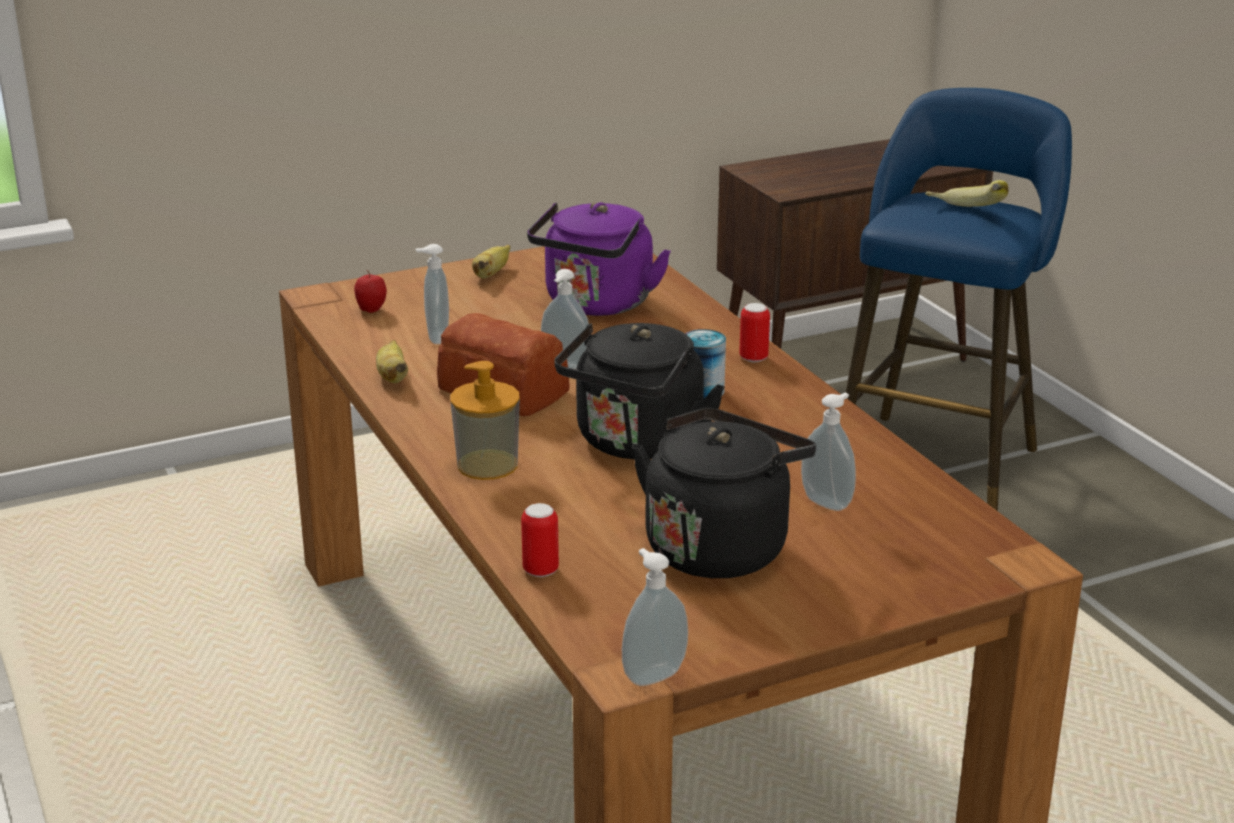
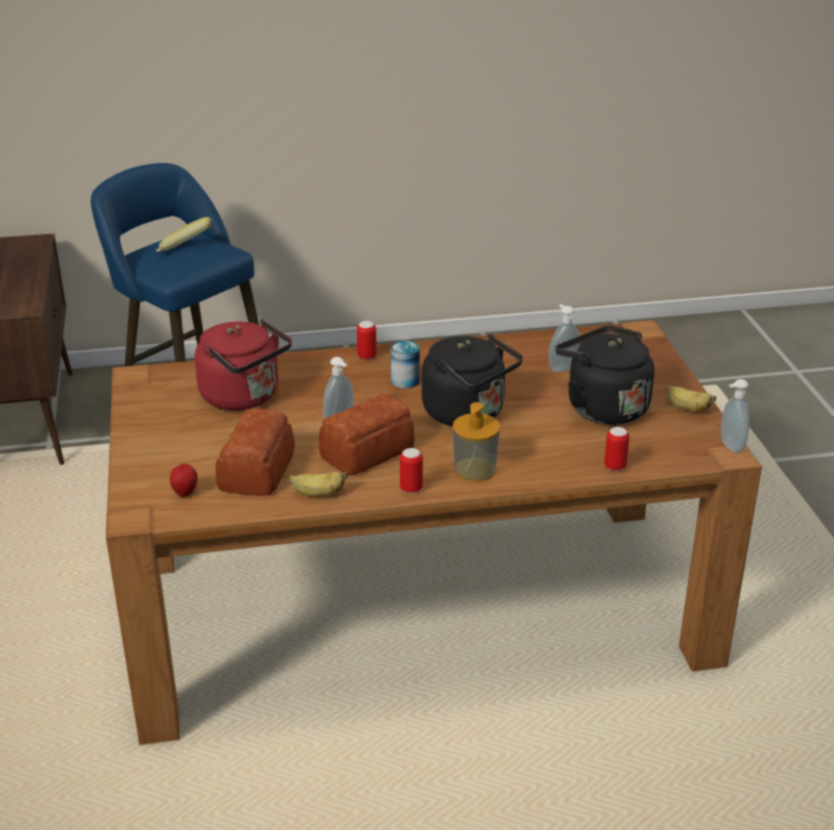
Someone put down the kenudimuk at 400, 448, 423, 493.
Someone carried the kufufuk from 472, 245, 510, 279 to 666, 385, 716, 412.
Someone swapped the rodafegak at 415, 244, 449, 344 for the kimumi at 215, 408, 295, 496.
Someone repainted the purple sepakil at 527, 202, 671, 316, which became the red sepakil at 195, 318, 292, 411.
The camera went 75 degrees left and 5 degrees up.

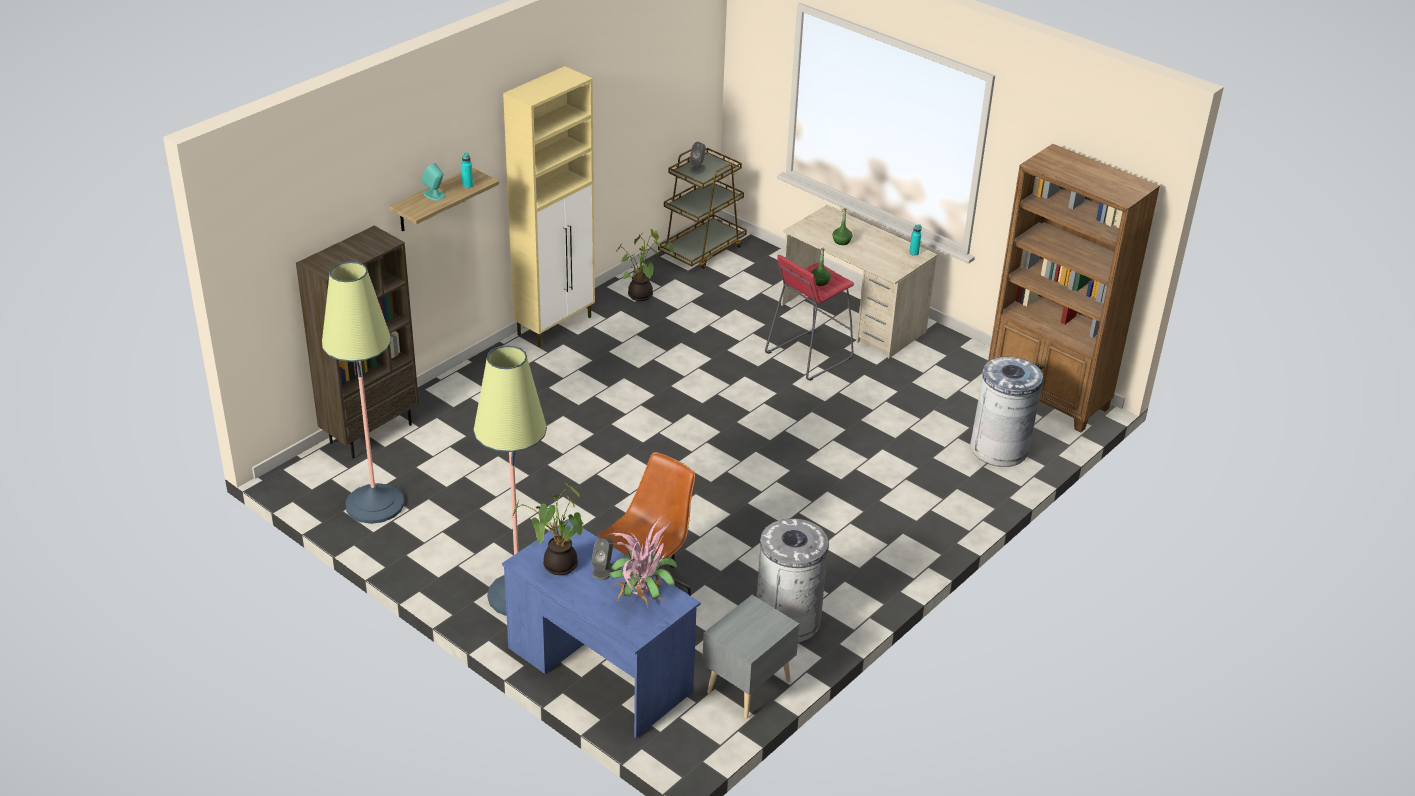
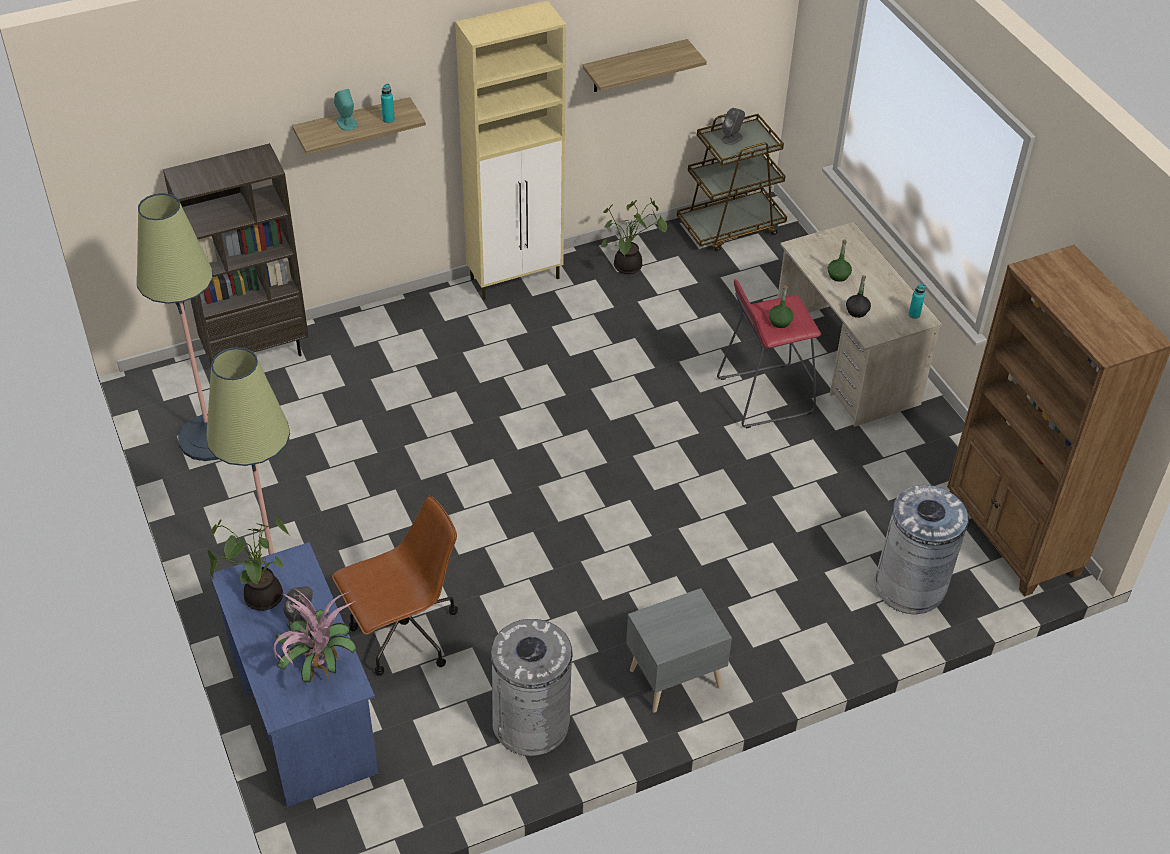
Someone put up the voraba at 582, 39, 707, 92.
Someone put down the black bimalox at 846, 275, 871, 318.
Someone carried the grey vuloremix from 702, 595, 799, 719 to 626, 588, 732, 713.
The camera went 25 degrees right and 10 degrees up.

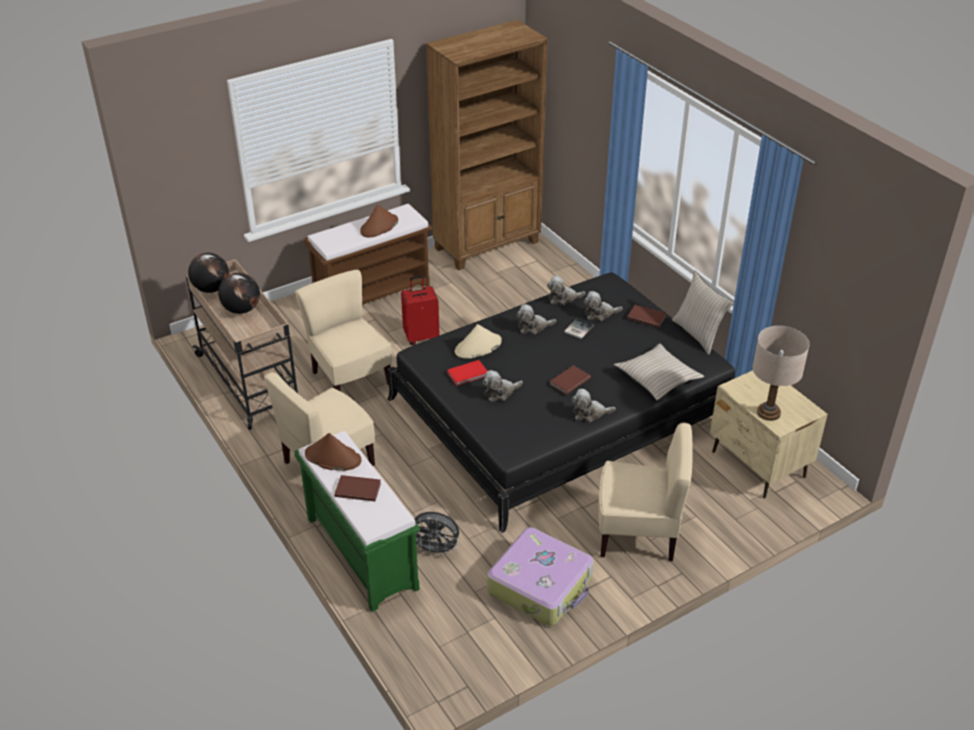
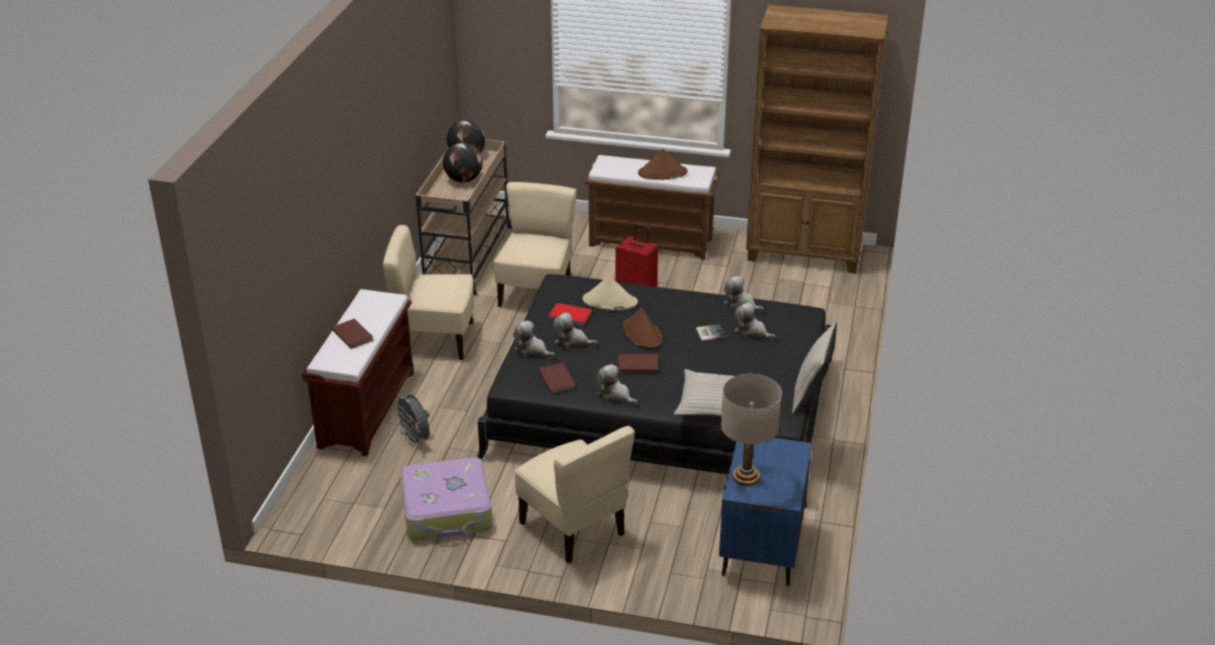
Someone carried the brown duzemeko from 305, 433, 362, 471 to 622, 307, 662, 349.
Someone carried the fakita from 516, 304, 556, 334 to 513, 320, 554, 358.
Someone carried the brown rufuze from 627, 305, 666, 328 to 539, 363, 576, 394.
Someone repainted the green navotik at 294, 431, 420, 612, which became the brown navotik at 302, 289, 414, 456.
Someone repainted the beige vuloremix at 710, 370, 828, 498, which became the blue vuloremix at 719, 438, 812, 586.
The camera went 45 degrees right and 5 degrees down.

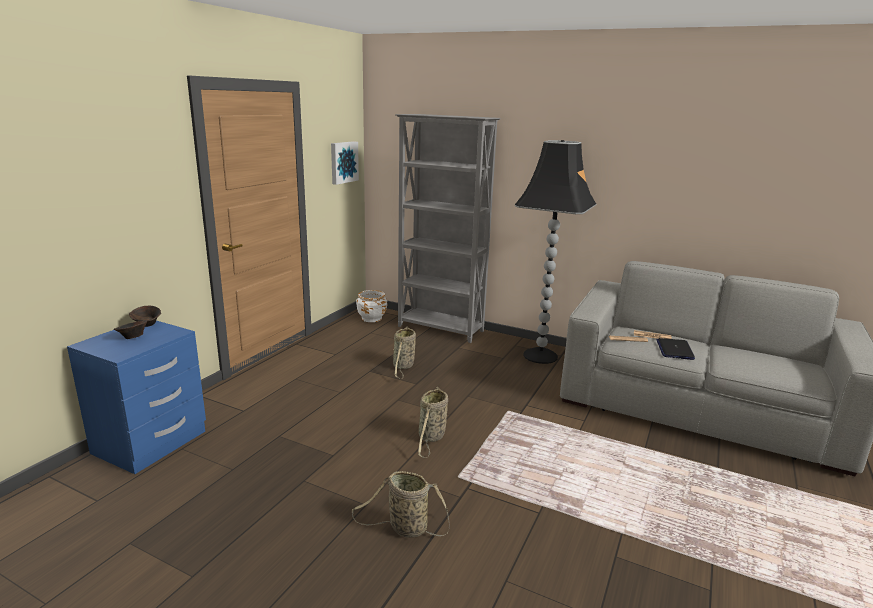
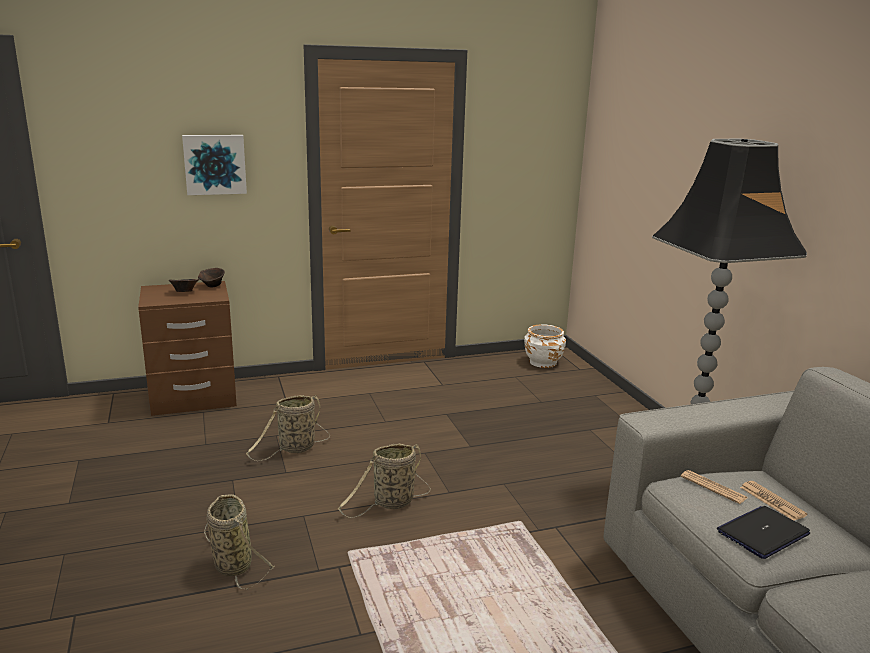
Someone took away the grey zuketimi at 395, 114, 501, 343.
Someone carried the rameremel from 331, 141, 359, 185 to 182, 135, 247, 195.
Someone carried the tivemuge from 393, 327, 416, 379 to 246, 395, 330, 461.
Someone repainted the blue vuloremix at 67, 320, 206, 474, which became the brown vuloremix at 138, 281, 237, 416.
The camera went 45 degrees right and 0 degrees up.

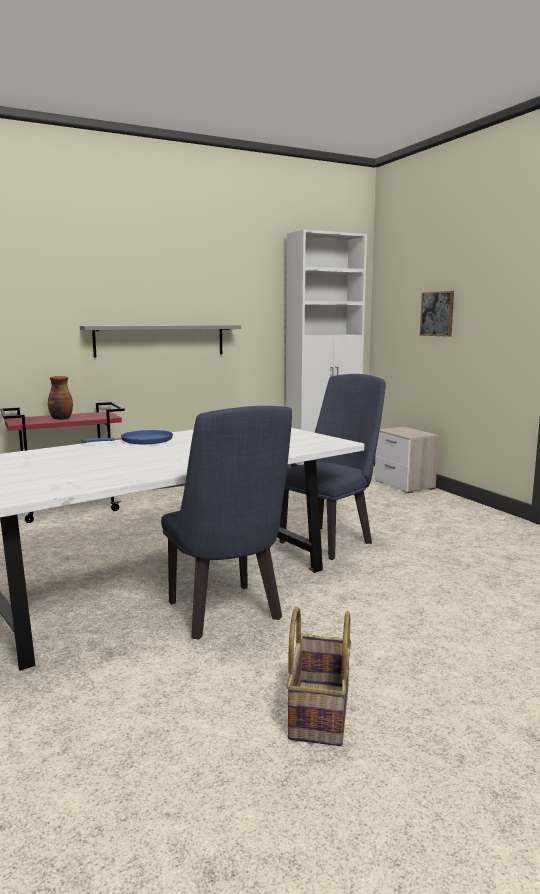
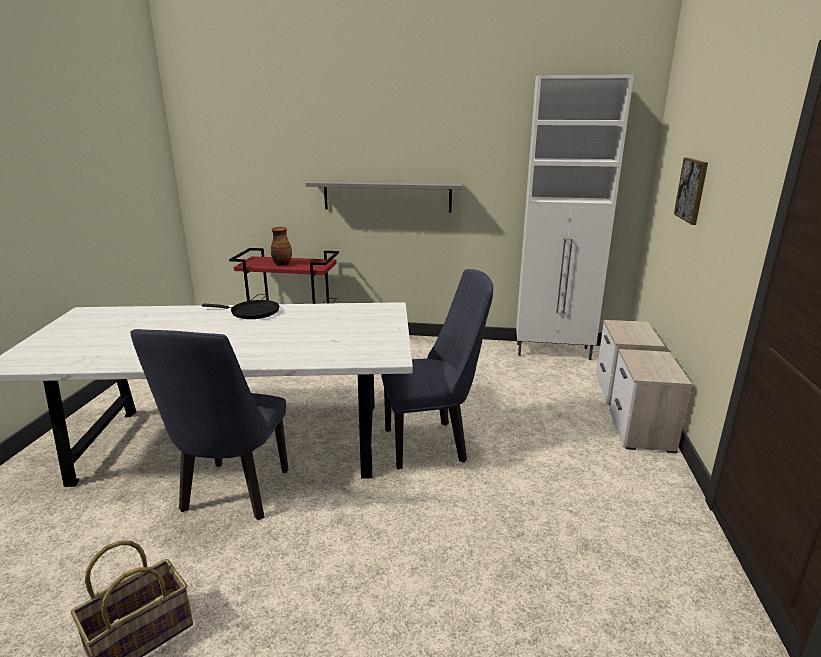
Someone put down the vuloremix at 610, 349, 692, 453.
Someone repainted the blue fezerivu at 81, 430, 173, 444, which became the black fezerivu at 202, 300, 279, 319.
The camera went 35 degrees right and 10 degrees up.

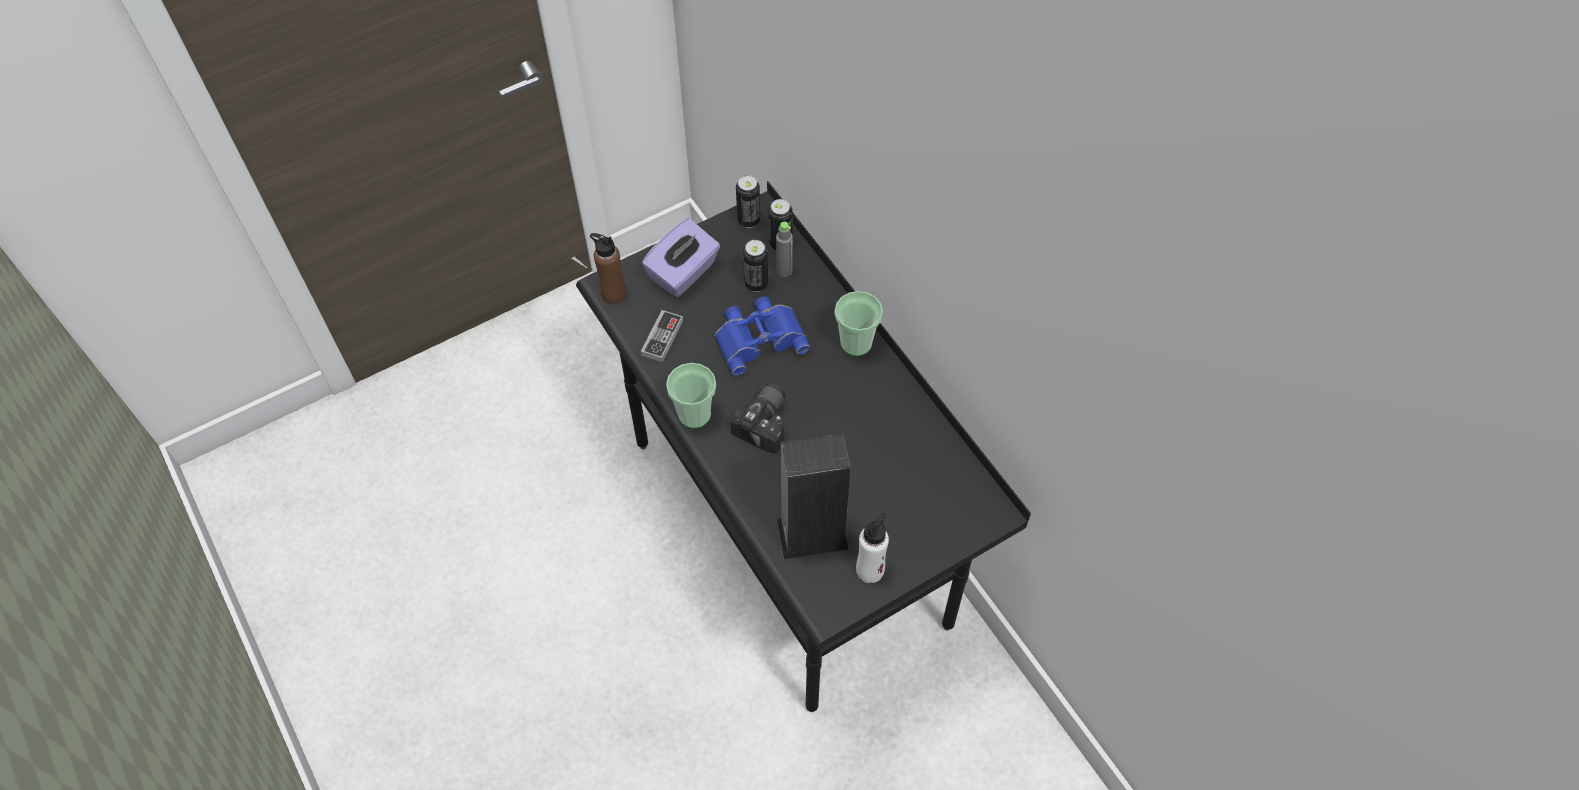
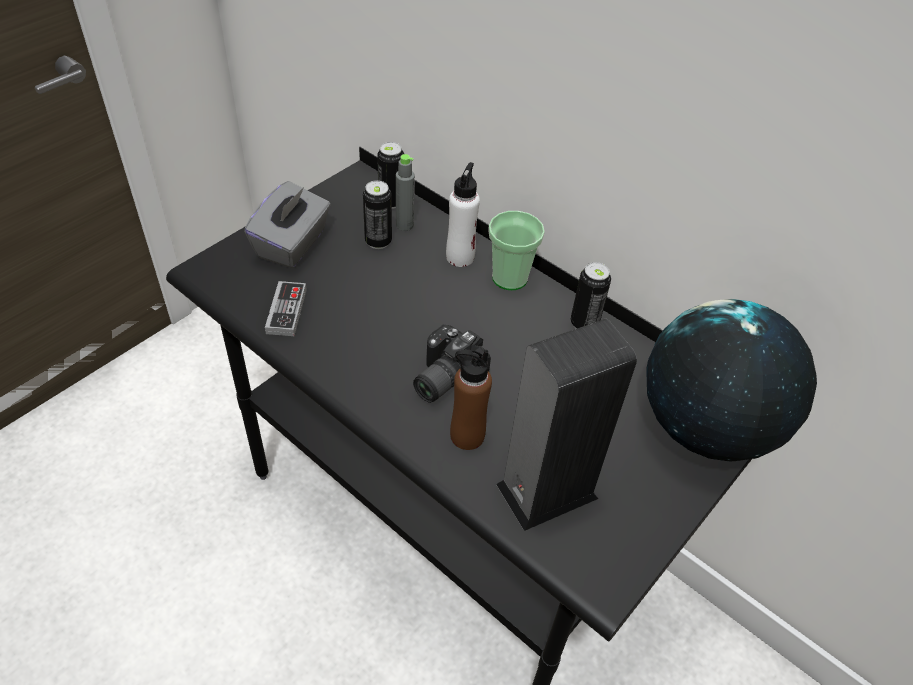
Someone took away the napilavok at 666, 363, 716, 429.
Someone took away the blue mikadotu at 715, 297, 810, 376.
Someone put down the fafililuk at 646, 299, 817, 462.
Someone carried the brown bimalox from 590, 233, 626, 304 to 450, 350, 492, 450.
Someone carried the kenudimuk from 736, 175, 761, 228 to 571, 262, 611, 329.
Someone carried the white bimalox from 856, 513, 889, 583 to 446, 162, 480, 267.
Someone repainted the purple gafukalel at 642, 219, 720, 297, which became the grey gafukalel at 244, 181, 331, 268.
Someone rotated the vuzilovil at 730, 383, 785, 454 by 150 degrees counterclockwise.
The camera went 20 degrees left and 10 degrees down.

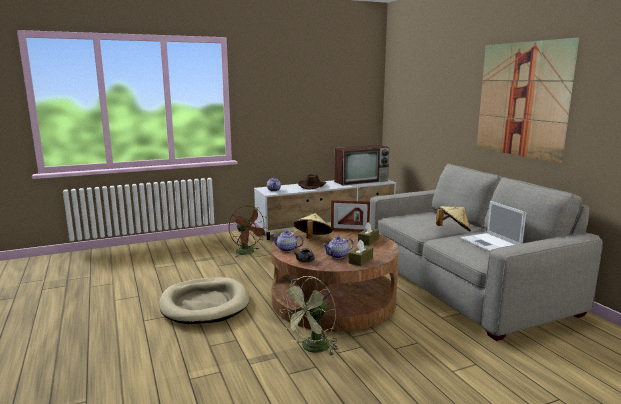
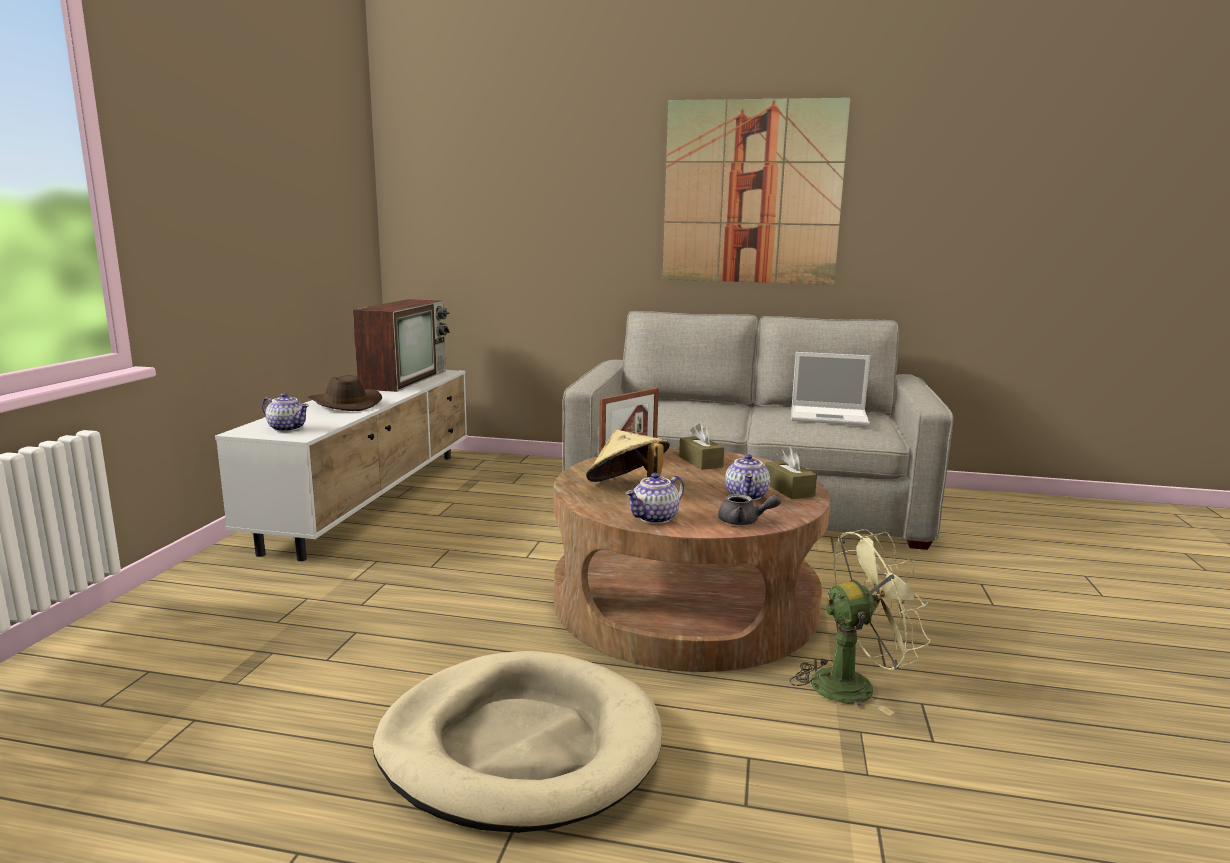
Someone took away the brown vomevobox at 229, 205, 268, 257.
Someone took away the beige duzemeko at 436, 206, 471, 231.
Someone rotated the green vomevobox at 280, 276, 339, 355 by 90 degrees counterclockwise.
The camera went 55 degrees left and 0 degrees up.

